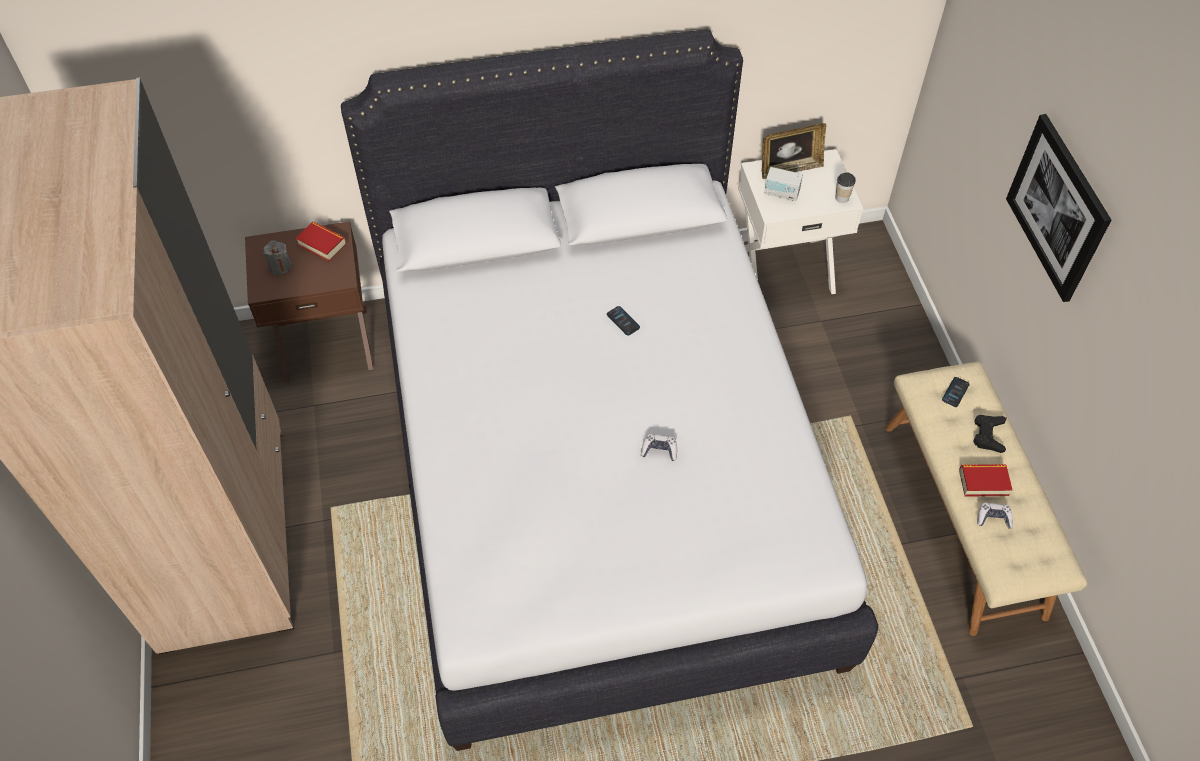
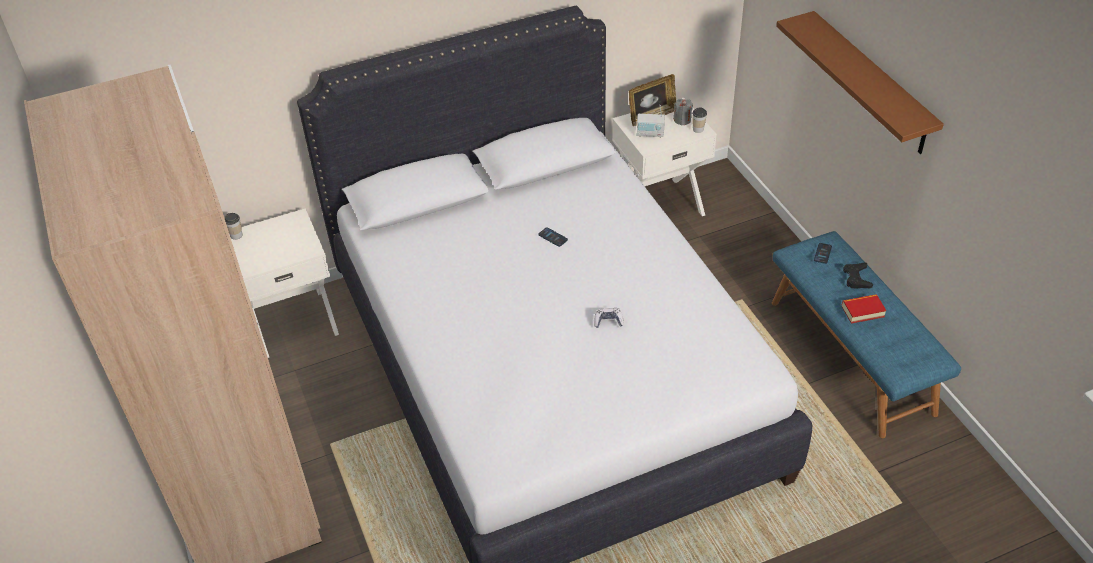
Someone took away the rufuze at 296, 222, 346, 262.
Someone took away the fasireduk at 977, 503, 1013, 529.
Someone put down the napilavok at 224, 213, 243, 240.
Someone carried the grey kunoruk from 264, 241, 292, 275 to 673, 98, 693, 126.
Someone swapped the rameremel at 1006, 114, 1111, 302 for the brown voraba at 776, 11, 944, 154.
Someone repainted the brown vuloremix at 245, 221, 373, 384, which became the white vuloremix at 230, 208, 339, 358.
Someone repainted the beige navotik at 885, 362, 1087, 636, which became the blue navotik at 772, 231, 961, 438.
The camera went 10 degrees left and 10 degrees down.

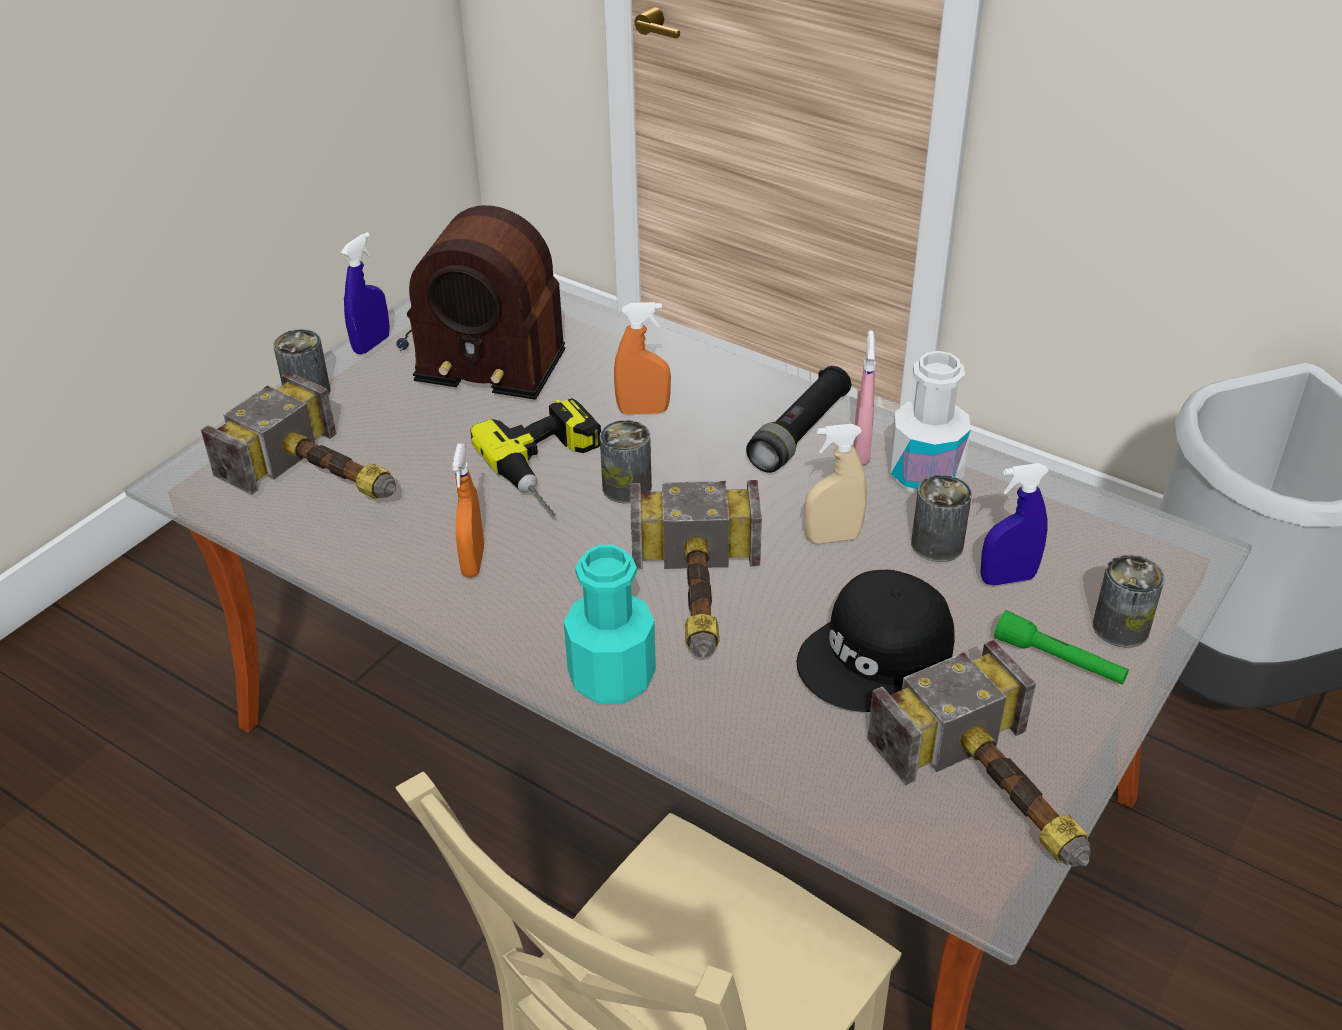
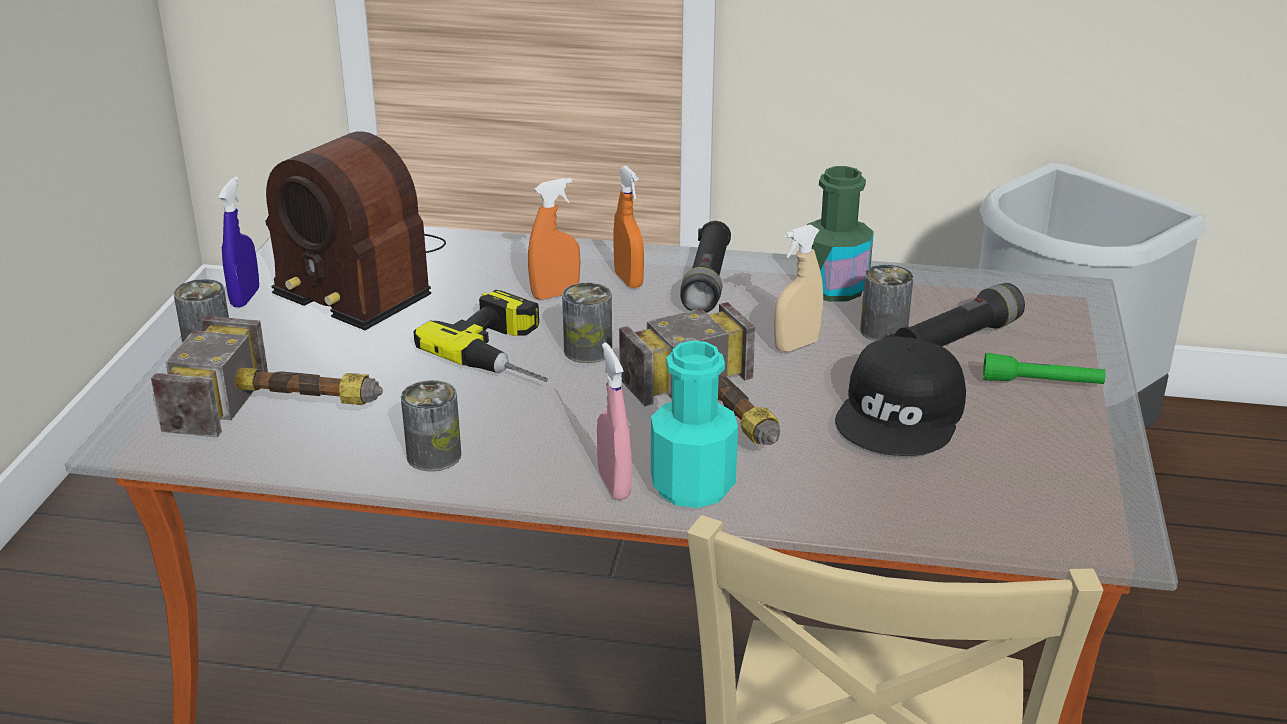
Someone took away the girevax at 867, 640, 1091, 867.
Someone carried the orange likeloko from 452, 443, 484, 577 to 613, 166, 644, 288.
Someone carried the pink likeloko from 854, 330, 876, 465 to 597, 343, 632, 500.
Someone carried the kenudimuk from 1093, 554, 1165, 648 to 401, 380, 461, 471.
Someone swapped the blue likeloko at 980, 463, 1049, 586 for the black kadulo at 895, 283, 1025, 347.
Someone repainted the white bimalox at 890, 351, 971, 493, which became the green bimalox at 807, 166, 874, 302.
Someone rotated the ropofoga at 396, 205, 565, 400 by 45 degrees clockwise.
The camera went 25 degrees left and 10 degrees down.

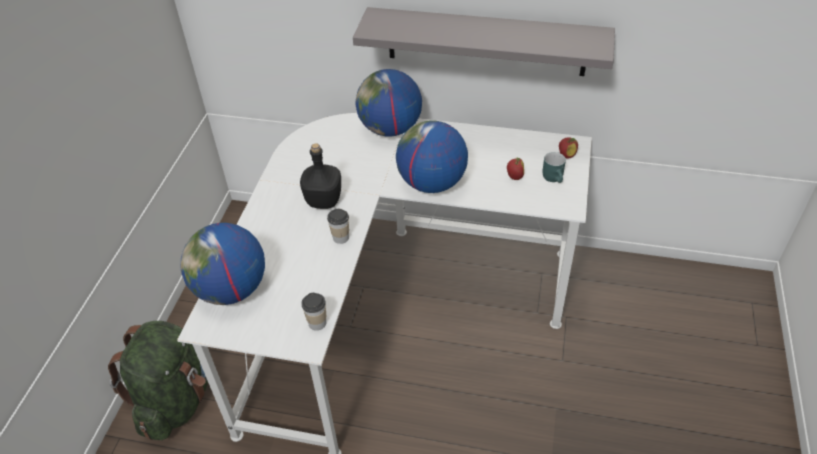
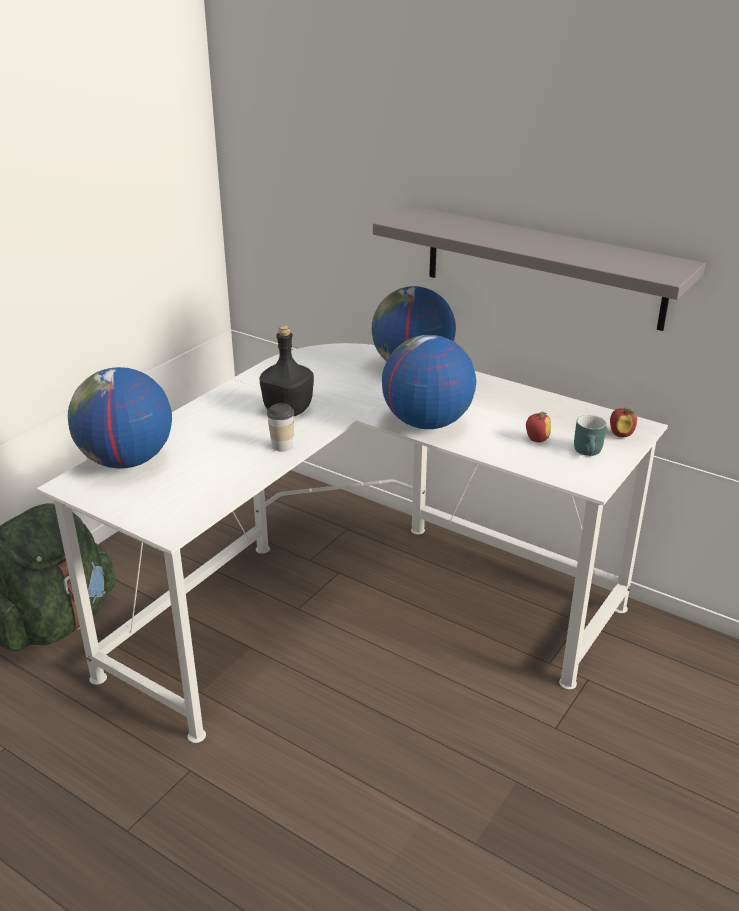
Someone took away the napilavok at 302, 293, 326, 330.
The camera went 20 degrees right and 15 degrees down.

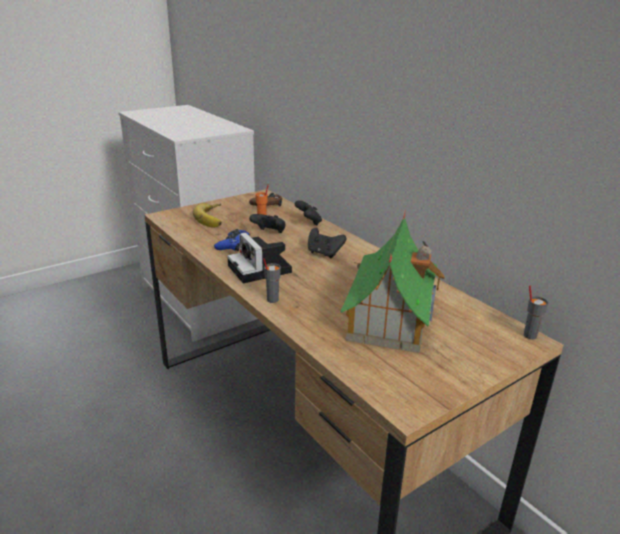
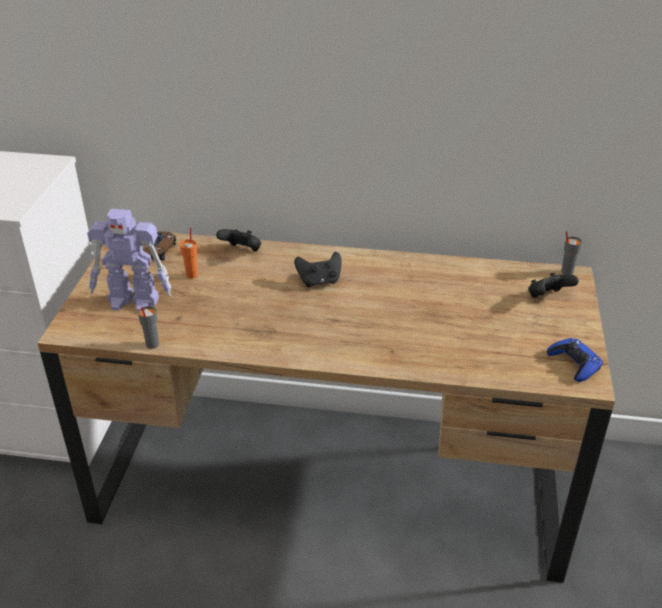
Someone took away the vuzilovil at 227, 233, 292, 283.
Someone took away the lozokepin at 340, 212, 445, 353.
Someone carried the blue fasireduk from 214, 229, 250, 251 to 547, 338, 603, 382.
Someone carried the black fasireduk from 249, 214, 285, 233 to 528, 273, 579, 298.
Someone carried the grey napilavok from 263, 258, 281, 303 to 138, 306, 159, 349.
Someone swapped the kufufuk at 193, 203, 222, 228 for the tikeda at 87, 209, 171, 312.
The camera went 45 degrees left and 10 degrees up.

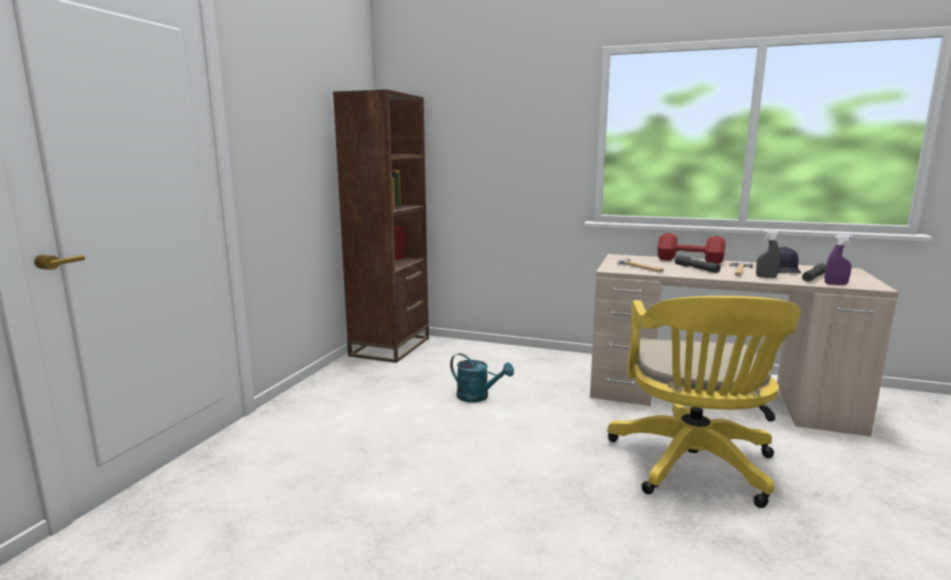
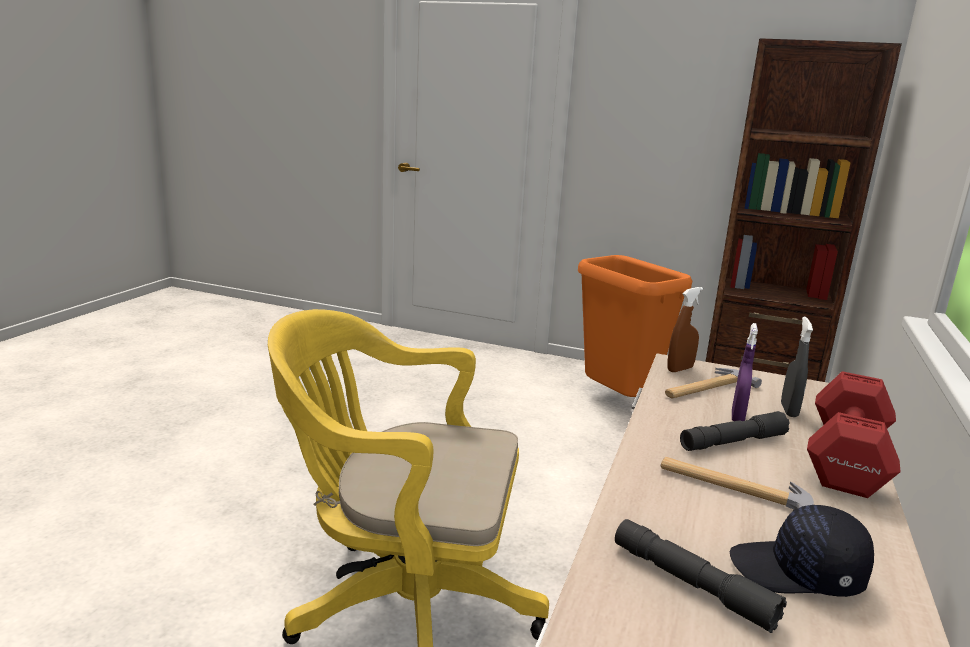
Someone took away the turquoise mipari at 450, 353, 514, 403.
Someone put down the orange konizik at 578, 255, 692, 397.
Someone put down the brown likeloko at 667, 287, 703, 372.
Someone carried the grey likeloko from 756, 230, 780, 278 to 781, 317, 813, 417.
Someone carried the purple likeloko from 825, 235, 853, 285 to 732, 323, 758, 421.
The camera went 90 degrees right and 5 degrees up.

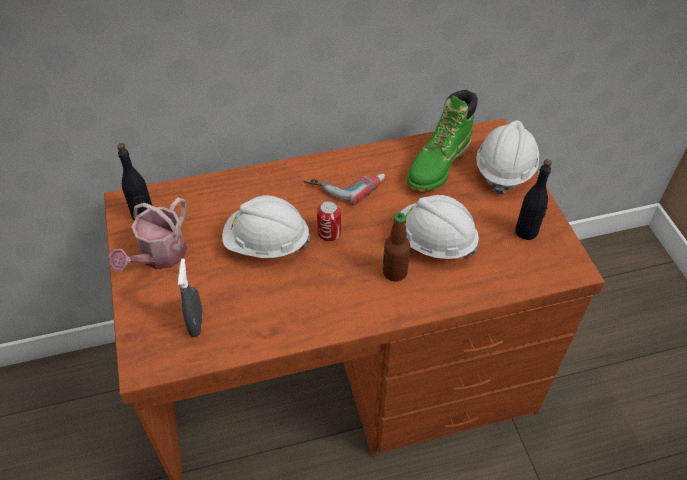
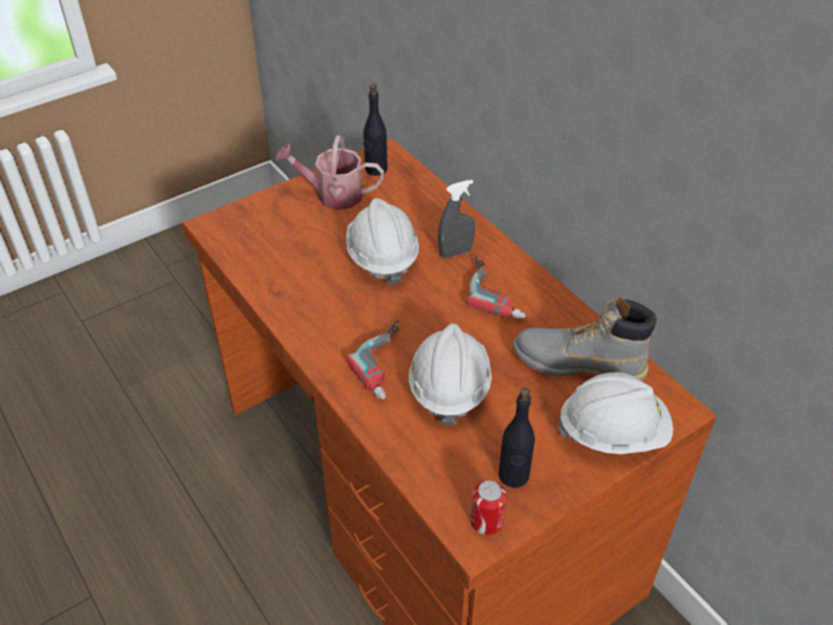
Someone carried the grey likeloko from 178, 258, 203, 337 to 438, 180, 475, 258.
Someone carried the kenudimuk from 317, 201, 341, 242 to 470, 480, 507, 535.
Someone swapped the bimalox at 383, 213, 411, 281 for the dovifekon at 346, 320, 400, 400.
Someone repainted the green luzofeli at 407, 90, 478, 192, which became the grey luzofeli at 512, 296, 656, 382.
The camera went 70 degrees right and 5 degrees down.

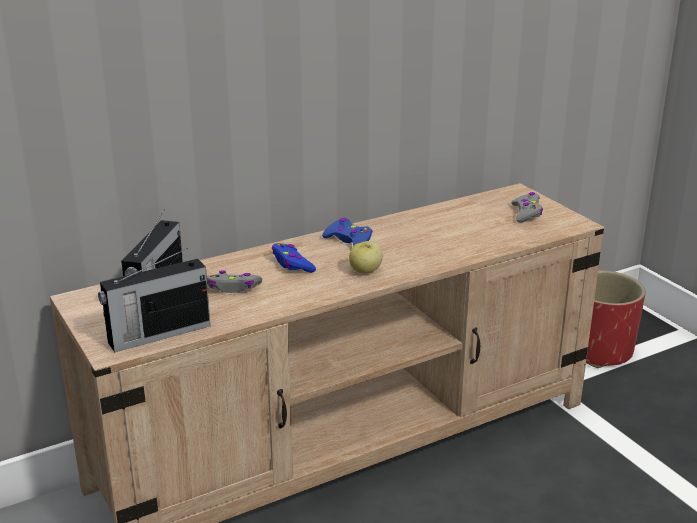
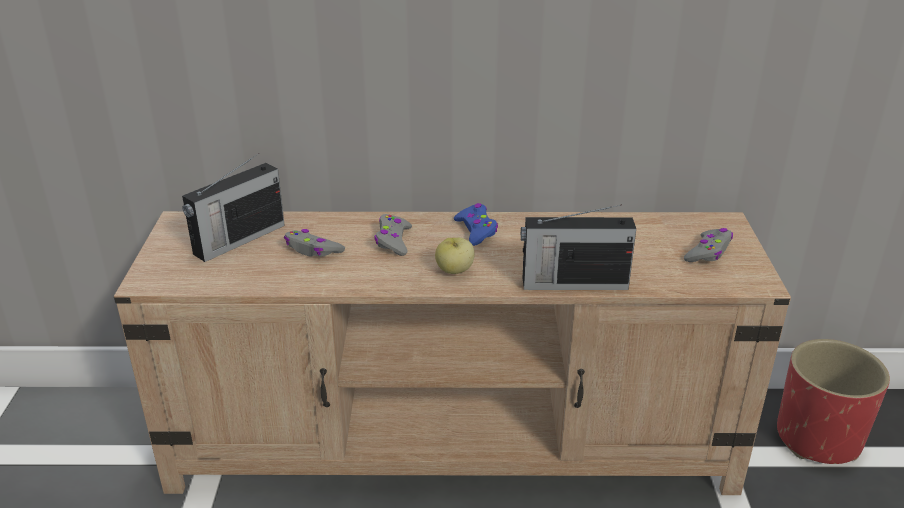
Someone carried the ropofoga from 98, 248, 210, 352 to 521, 205, 636, 290.
Someone repainted the blue fasireduk at 272, 243, 316, 273, which became the grey fasireduk at 374, 214, 412, 256.
The camera went 30 degrees right and 5 degrees up.

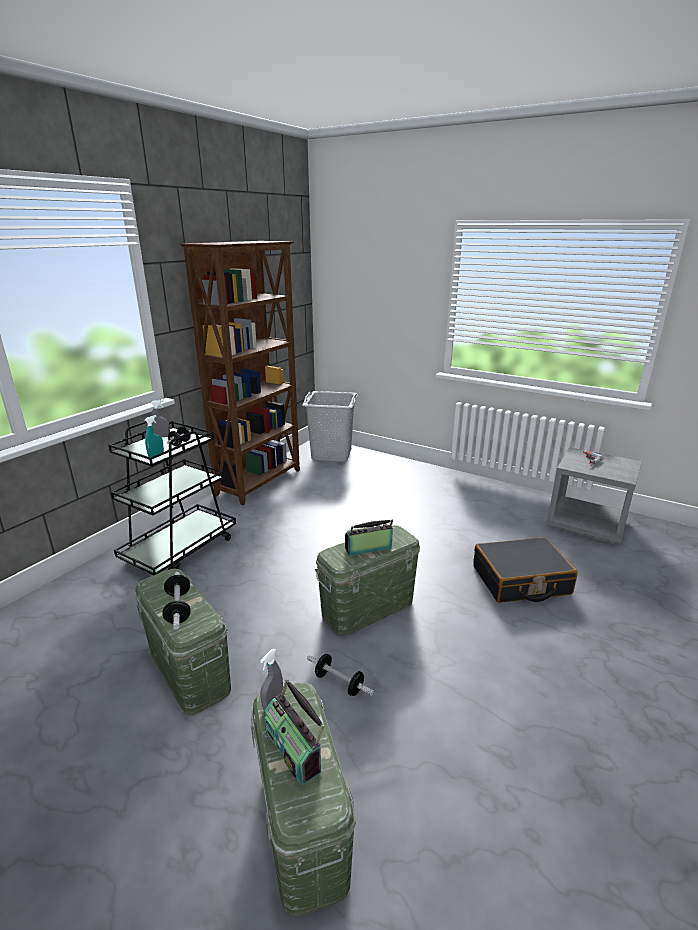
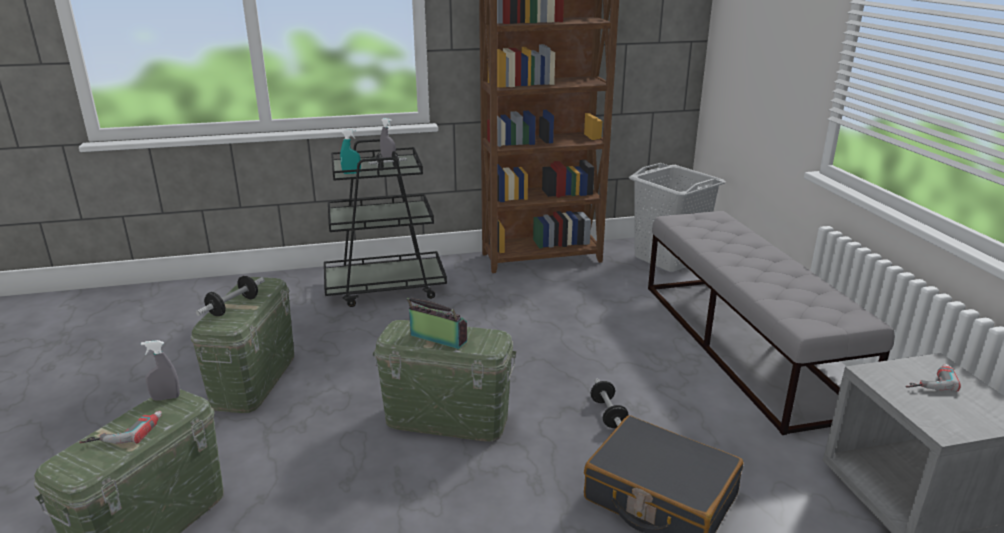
Someone put down the grey navotik at 648, 211, 895, 435.
Someone carried the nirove from 307, 654, 374, 696 to 591, 379, 629, 428.
Someone swapped the ropofoga at 264, 679, 325, 785 for the dovifekon at 79, 411, 162, 444.
The camera went 45 degrees right and 0 degrees up.

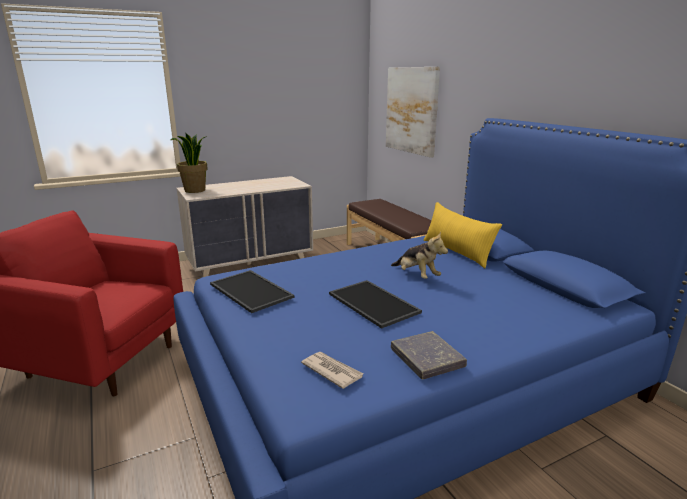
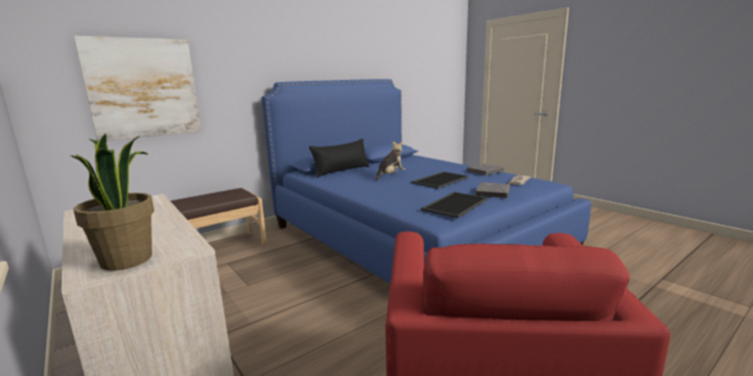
Someone put down the grey rufuze at 476, 182, 510, 198.
Someone repainted the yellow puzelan at 424, 202, 502, 268, which became the black puzelan at 309, 138, 370, 178.
The camera went 100 degrees left and 5 degrees down.

